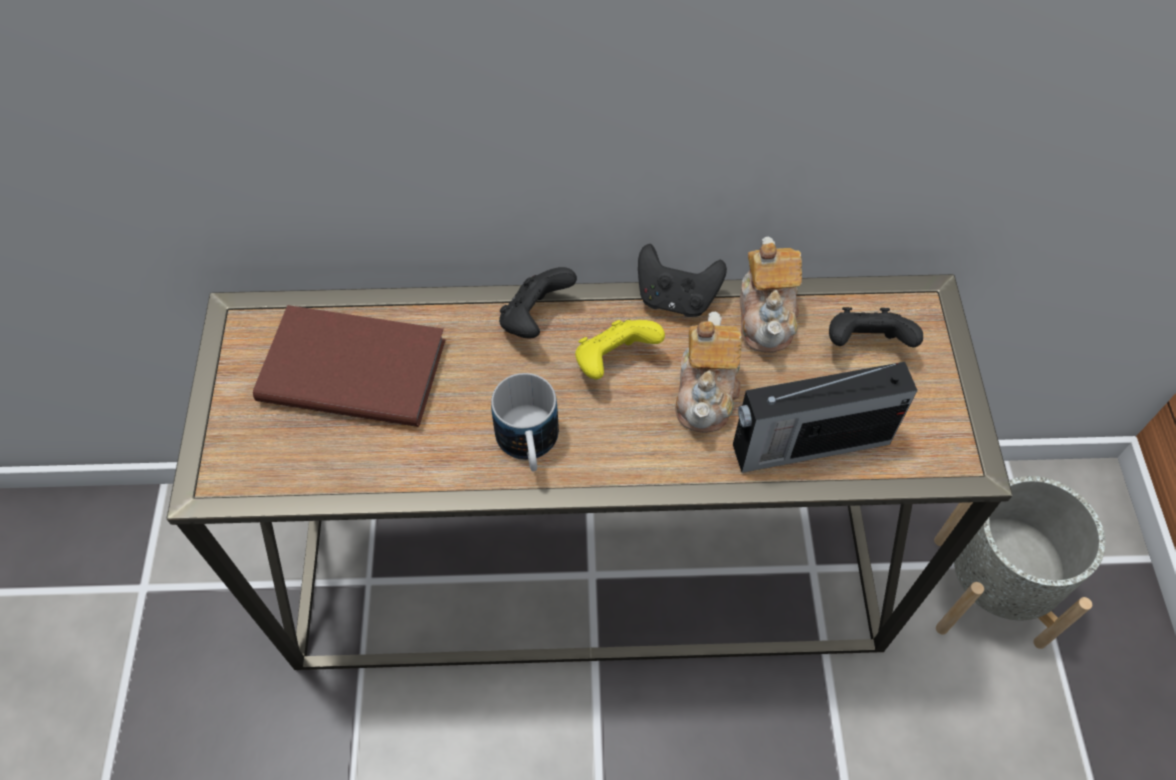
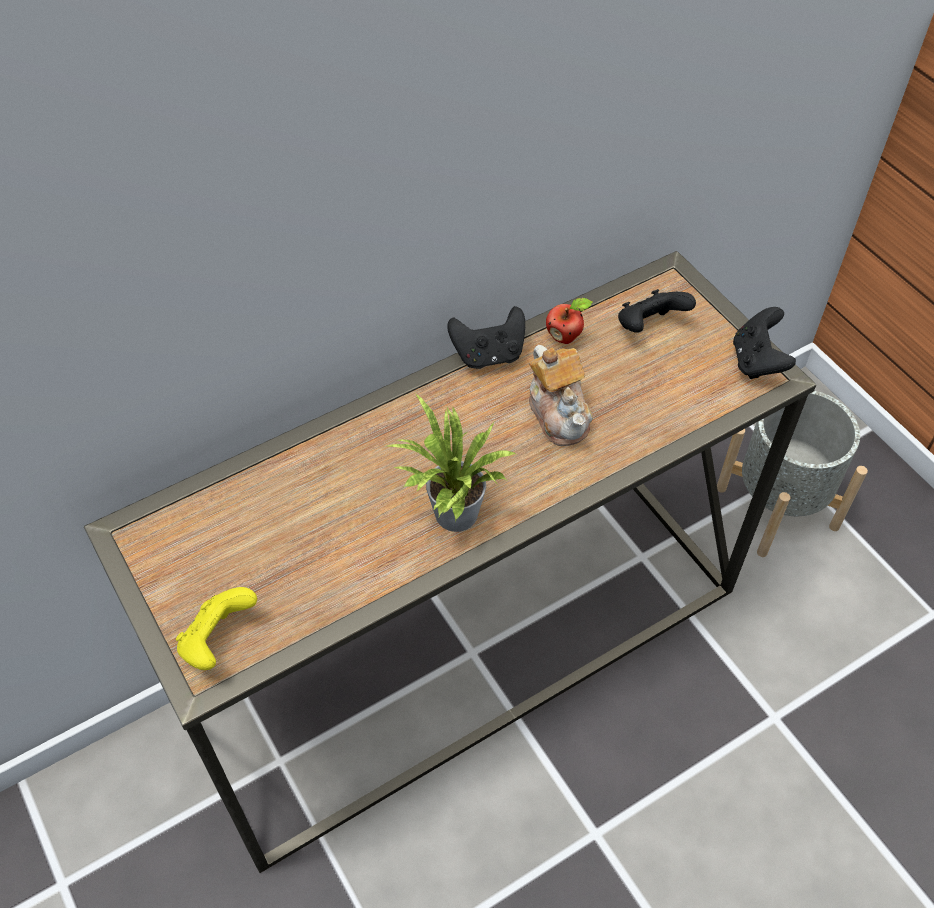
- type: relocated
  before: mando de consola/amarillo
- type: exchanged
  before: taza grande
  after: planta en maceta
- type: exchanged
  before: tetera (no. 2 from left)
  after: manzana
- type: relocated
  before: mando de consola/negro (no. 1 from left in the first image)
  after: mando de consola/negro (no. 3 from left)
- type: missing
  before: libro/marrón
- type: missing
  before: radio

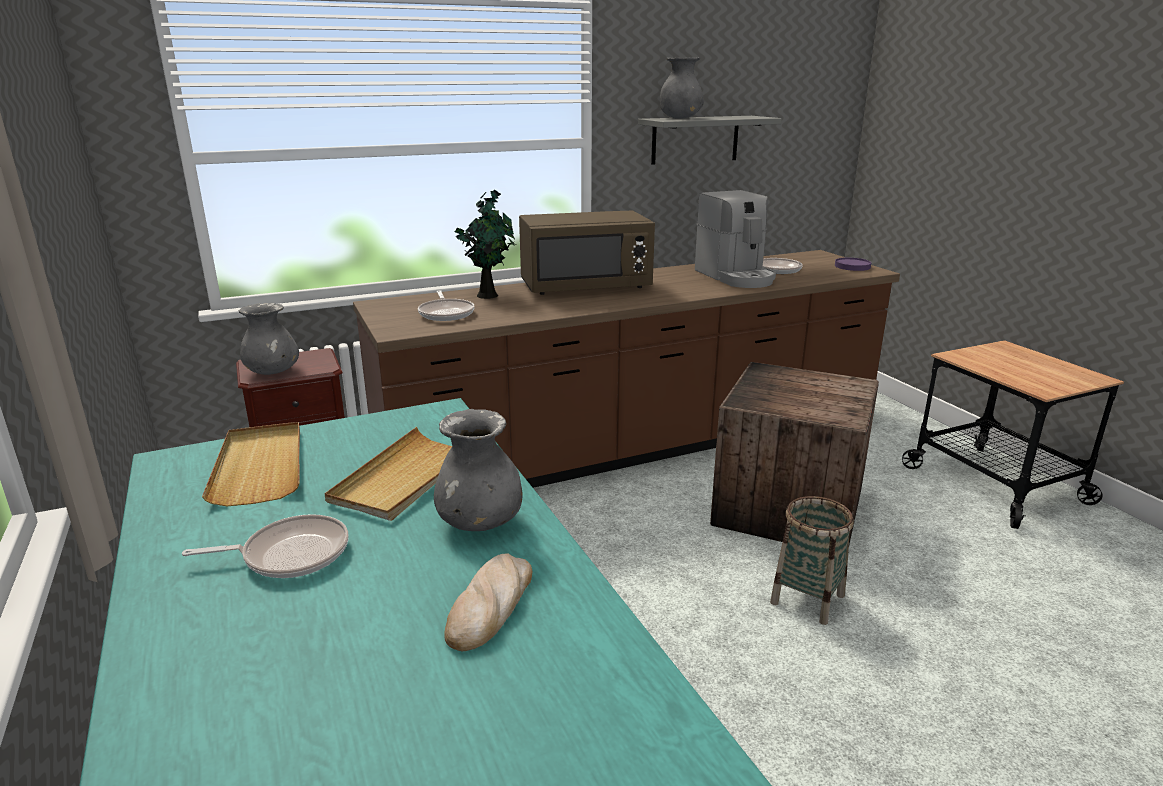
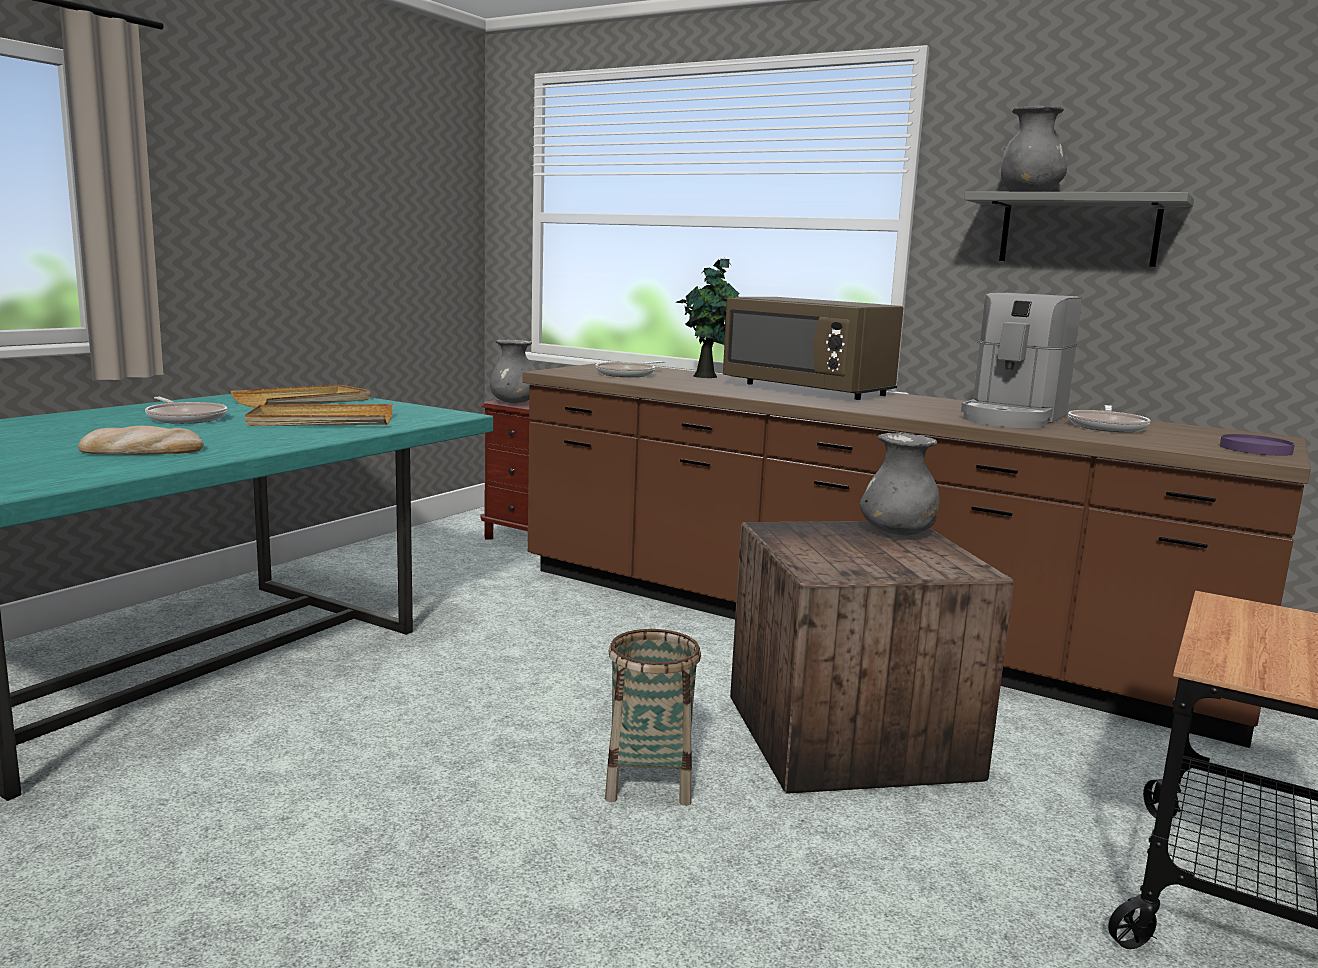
- type: relocated
  before: florero/gris (no. 2 from left)

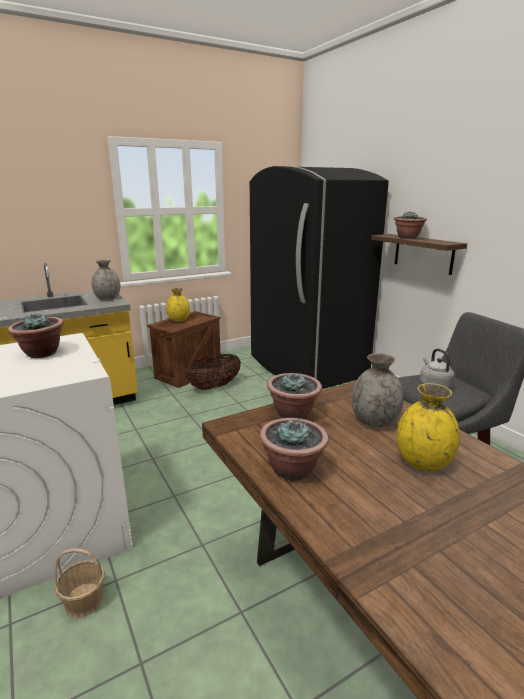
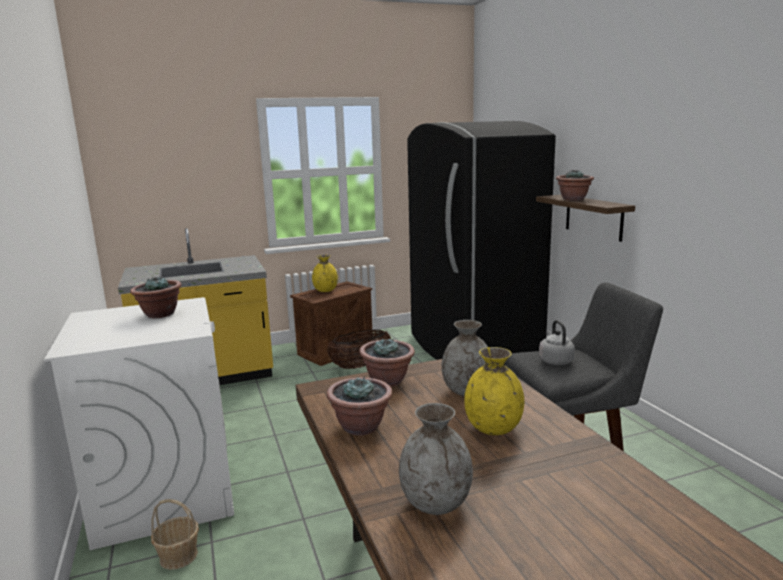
- type: relocated
  before: florero/gris (no. 1 from left)

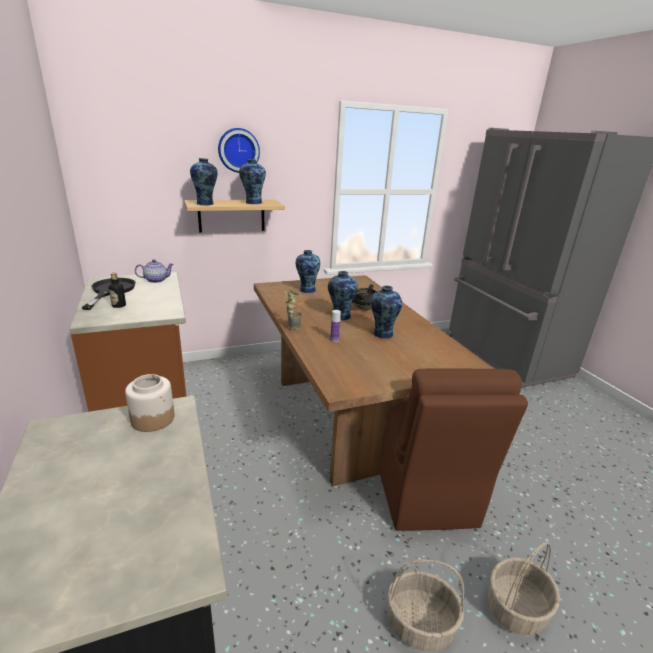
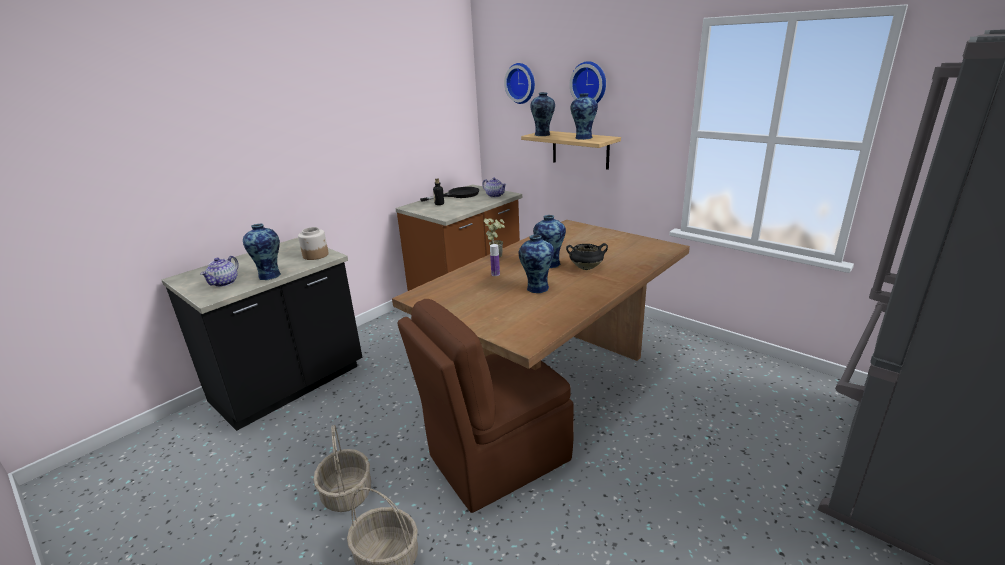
- type: appeared
  after: tetera (no. 1 from left)
- type: relocated
  before: florero (no. 3 from left in the first image)
  after: florero (no. 1 from left)
- type: appeared
  after: reloj de pared (no. 1 from left)

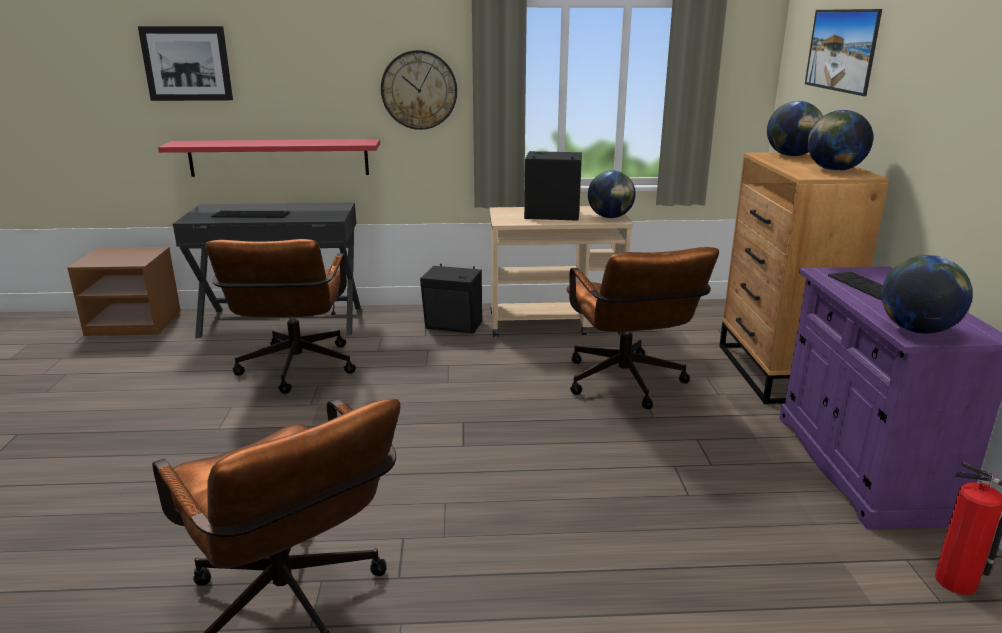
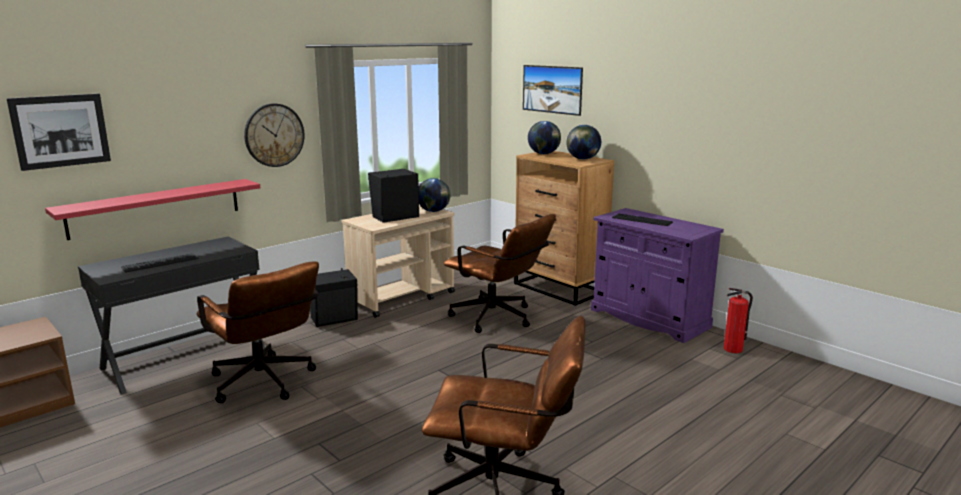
- type: missing
  before: globo terráqueo (no. 4 from left)

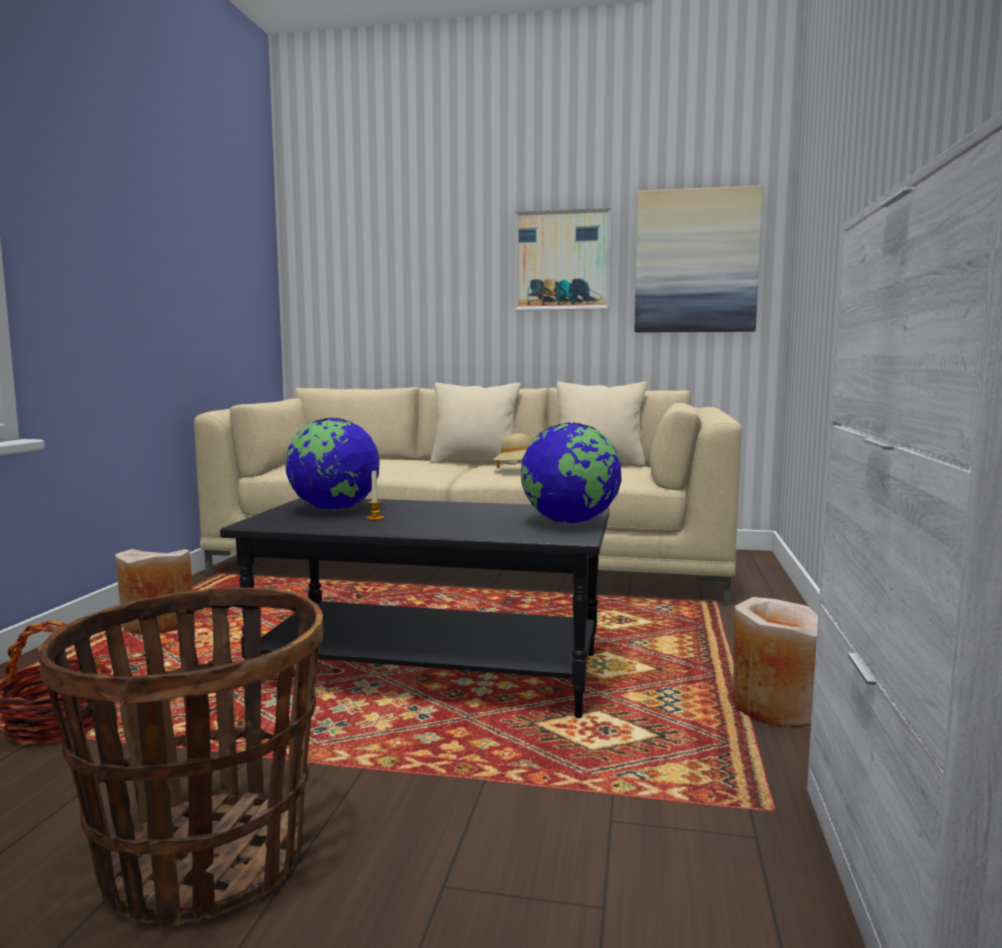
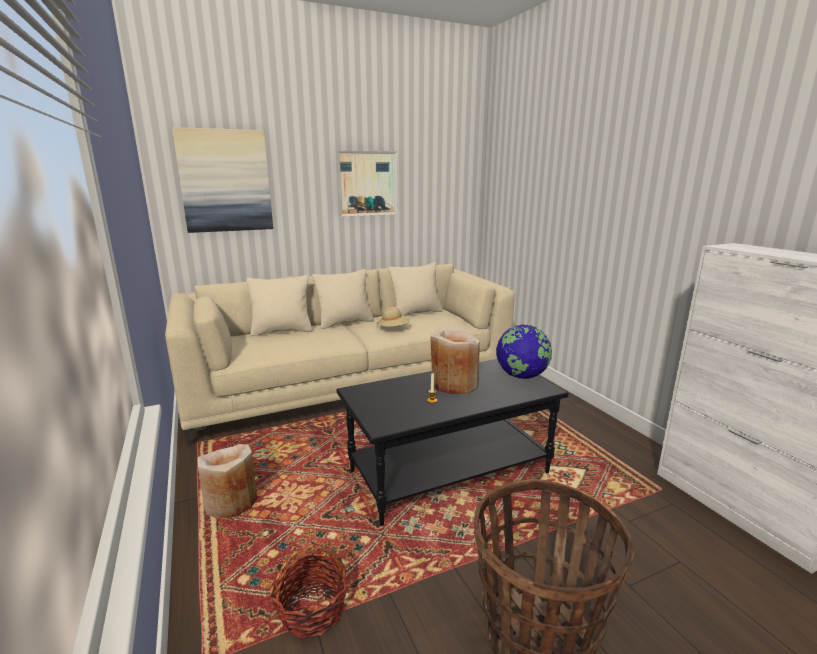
- type: relocated
  before: cuadro (no. 2 from left in the first image)
  after: cuadro (no. 1 from left)
- type: appeared
  after: cojín/beis (no. 1 from left)
- type: relocated
  before: florero/beis (no. 2 from left)
- type: missing
  before: globo terráqueo (no. 1 from left)

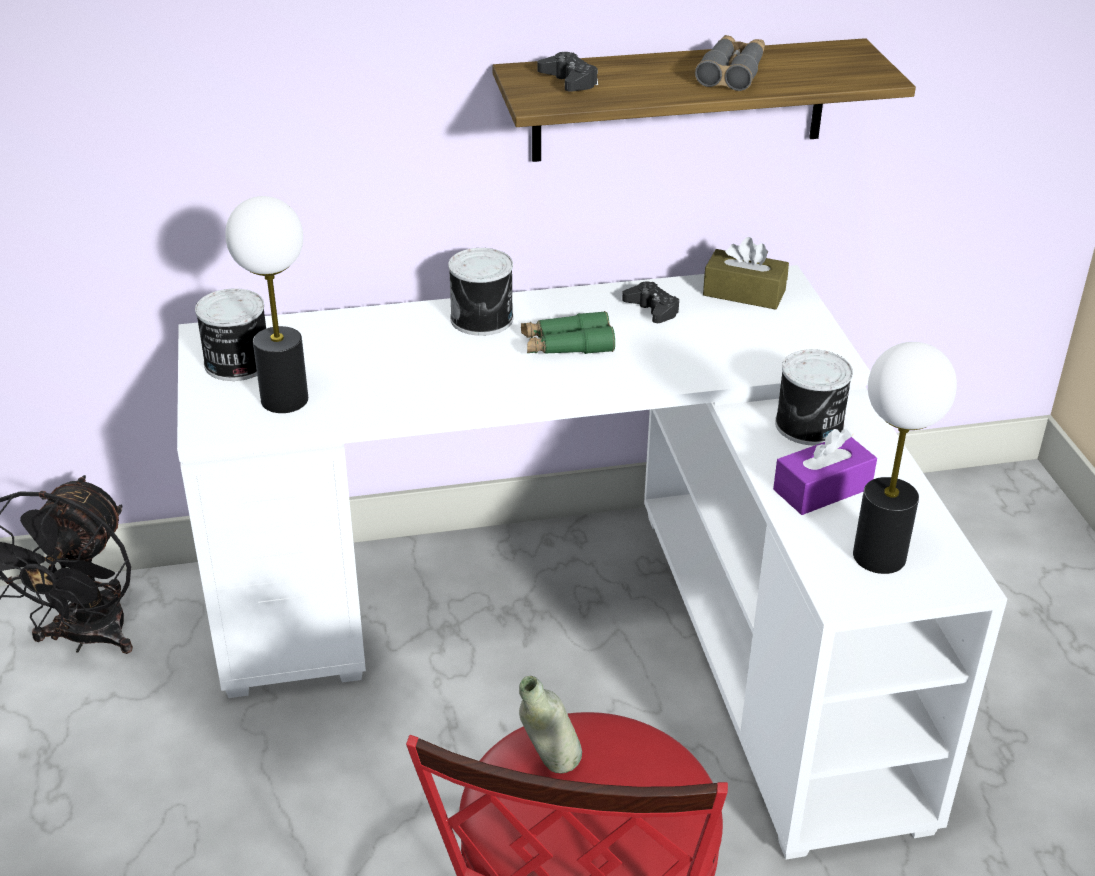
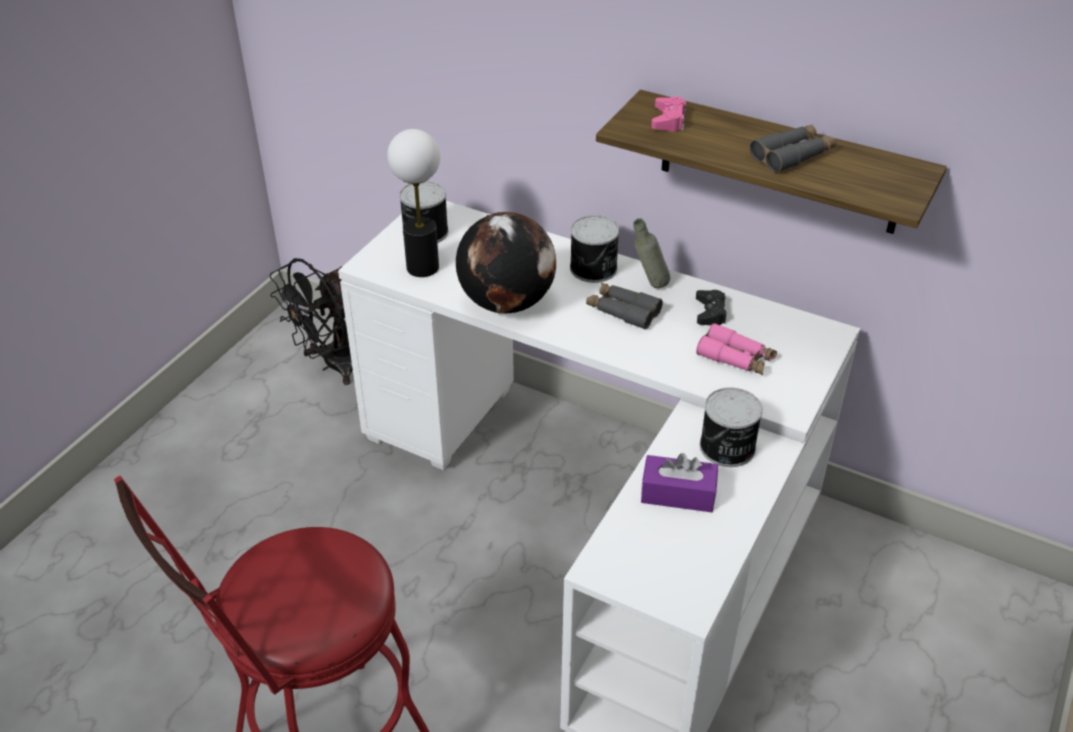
- type: appeared
  after: globo terráqueo
- type: colour
  before: prismáticos/verde
  after: prismáticos/gris (no. 1 from left)
- type: relocated
  before: botella/gris
- type: colour
  before: mando de consola/negro (no. 1 from left)
  after: mando de consola/rosa
- type: appeared
  after: prismáticos/rosa
- type: missing
  before: caja de pañuelos/marrón
- type: missing
  before: lámpara de mesa (no. 2 from left)

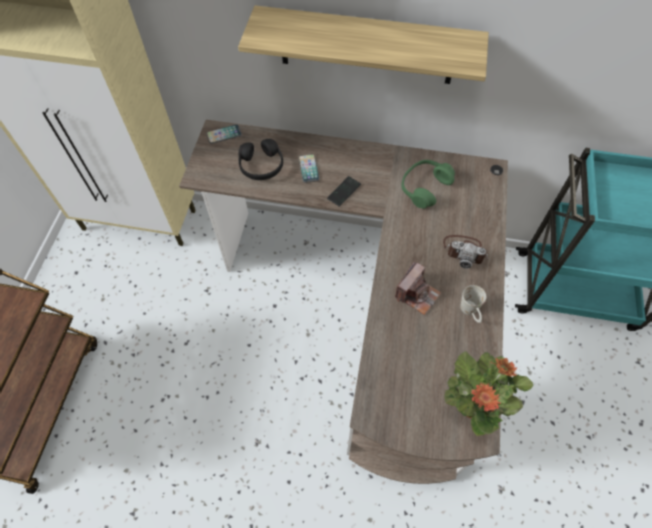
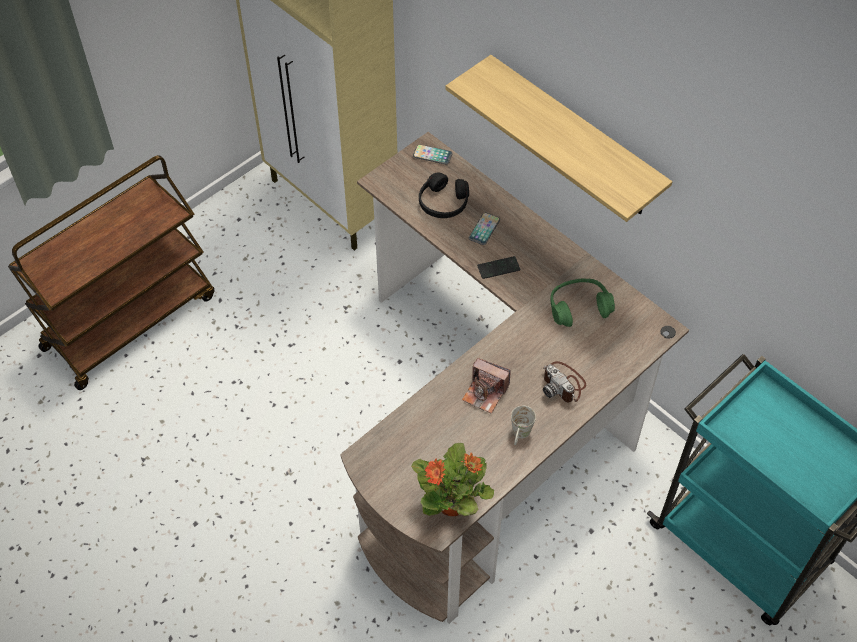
- type: spun
  before: cámara (no. 1 from left)
  turn: 45

